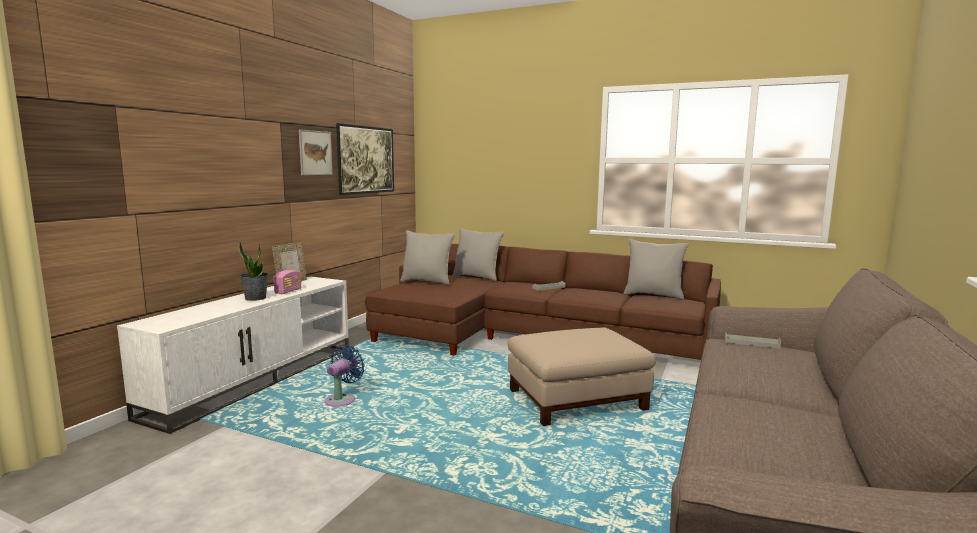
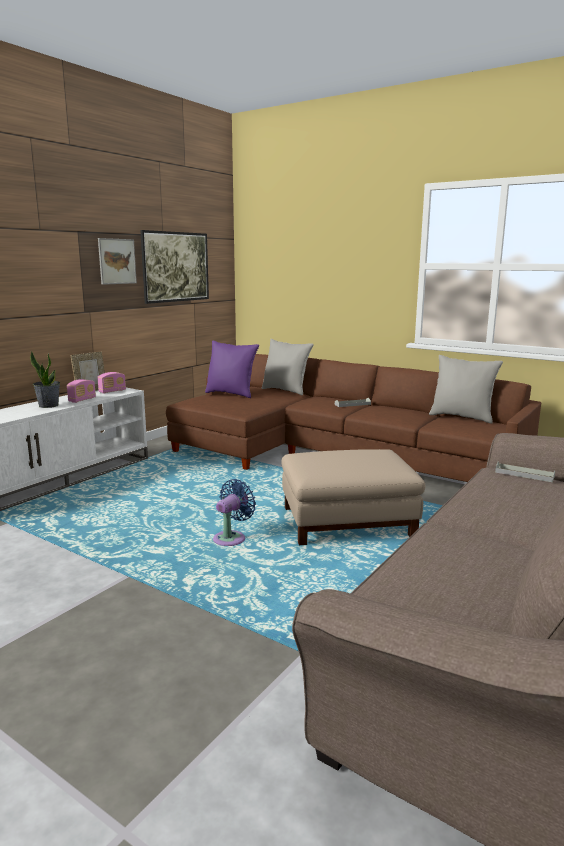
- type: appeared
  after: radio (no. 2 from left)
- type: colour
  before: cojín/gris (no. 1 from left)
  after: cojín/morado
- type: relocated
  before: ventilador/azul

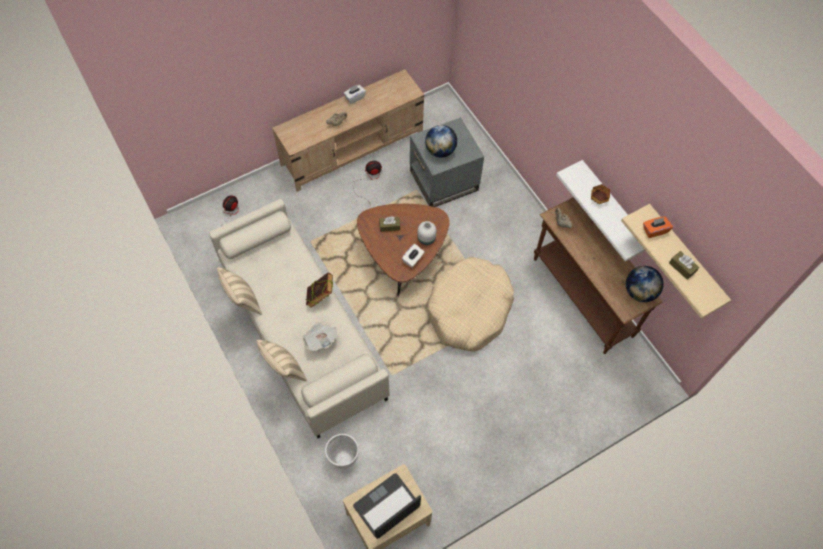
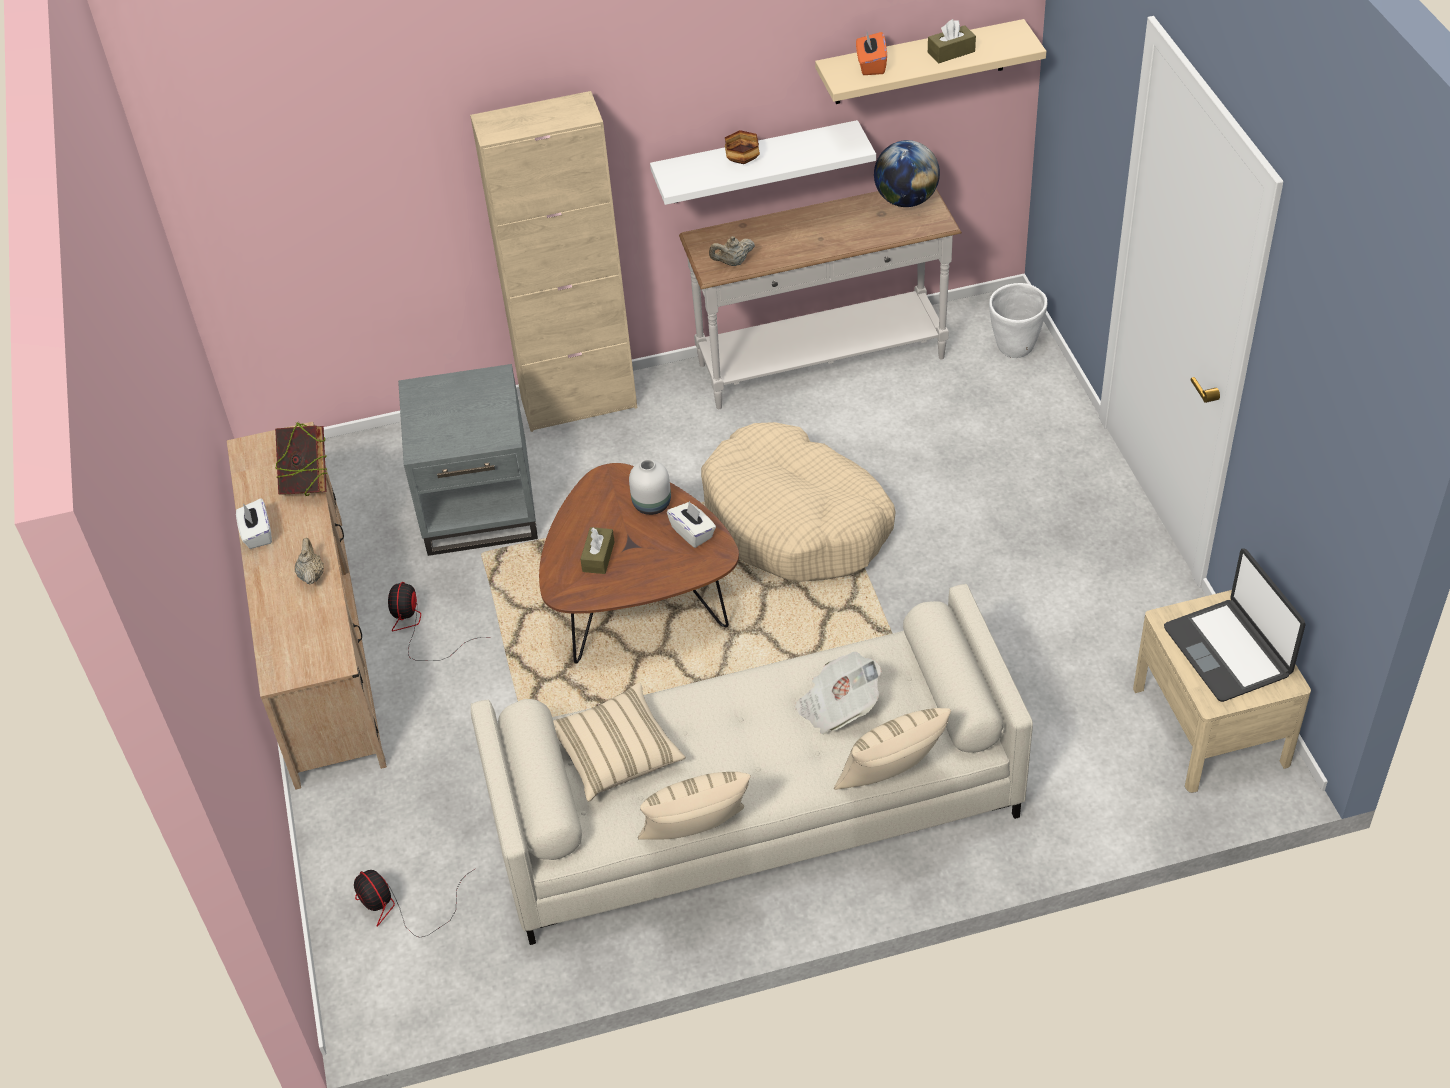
- type: relocated
  before: libro
- type: appeared
  after: armario/beis
- type: appeared
  after: cojín/beis (no. 1 from left)
- type: colour
  before: mesa consola/marrón
  after: mesa consola/blanco
- type: relocated
  before: maceta/blanco
- type: missing
  before: globo terráqueo (no. 1 from left)

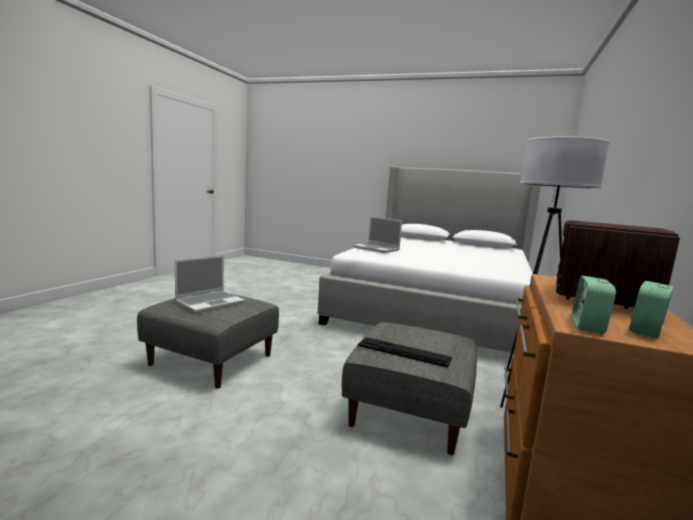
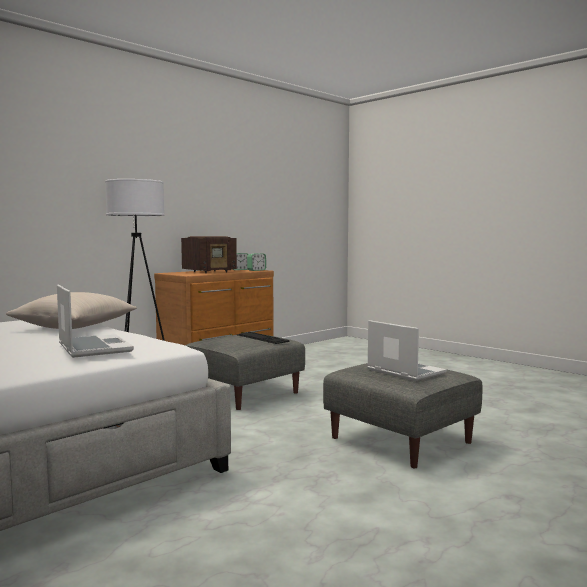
- type: appeared
  after: cojín/beis
- type: spun
  before: portátil (no. 1 from left in the first image)
  turn: 75

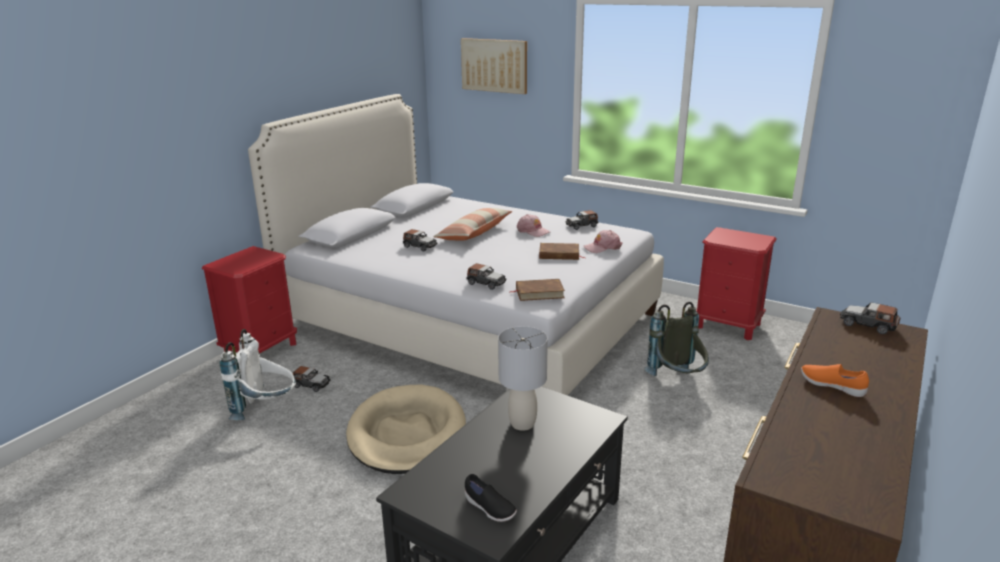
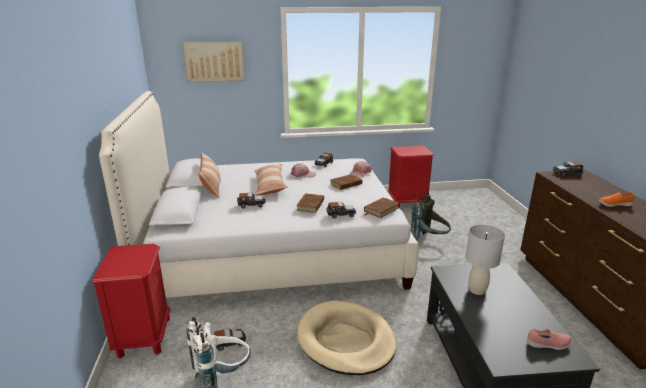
- type: appeared
  after: cojín (no. 1 from left)
- type: appeared
  after: libro/marrón (no. 1 from left)
- type: colour
  before: zapato/negro
  after: zapato/rosa

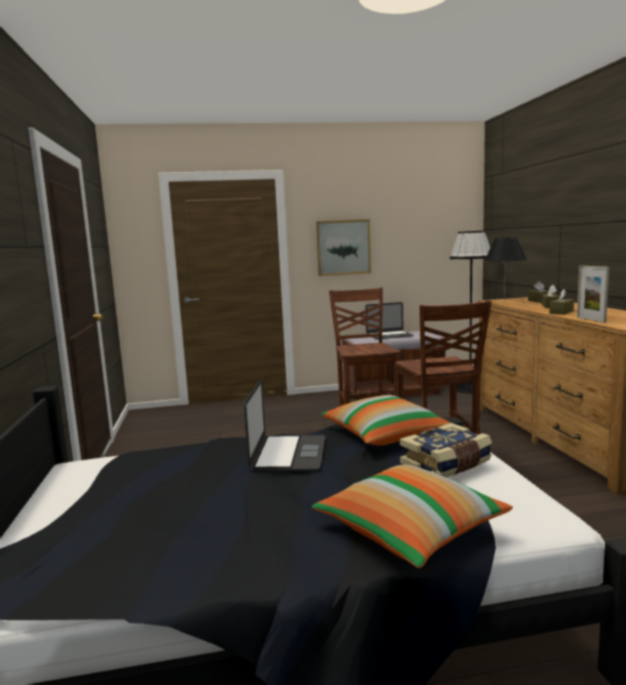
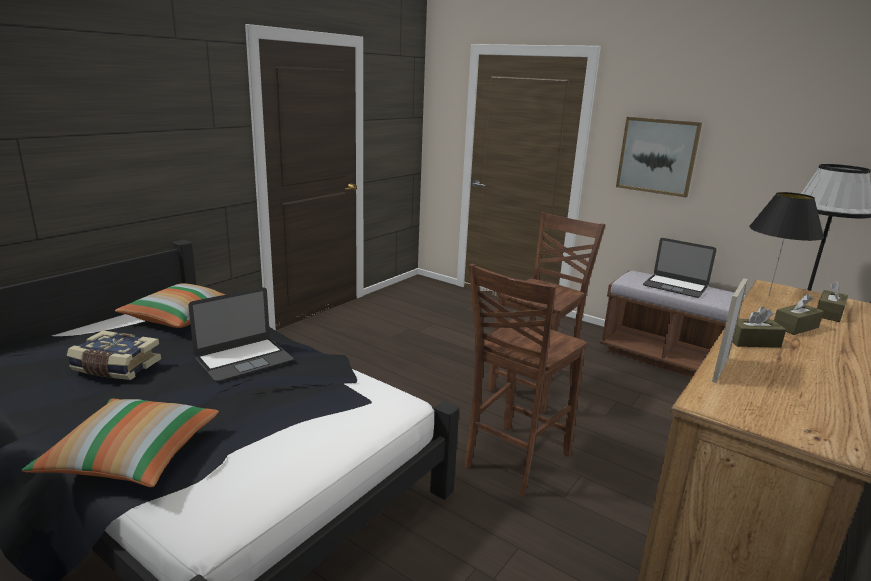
- type: relocated
  before: libro
- type: relocated
  before: cojín (no. 1 from left in the first image)
  after: cojín (no. 2 from left)

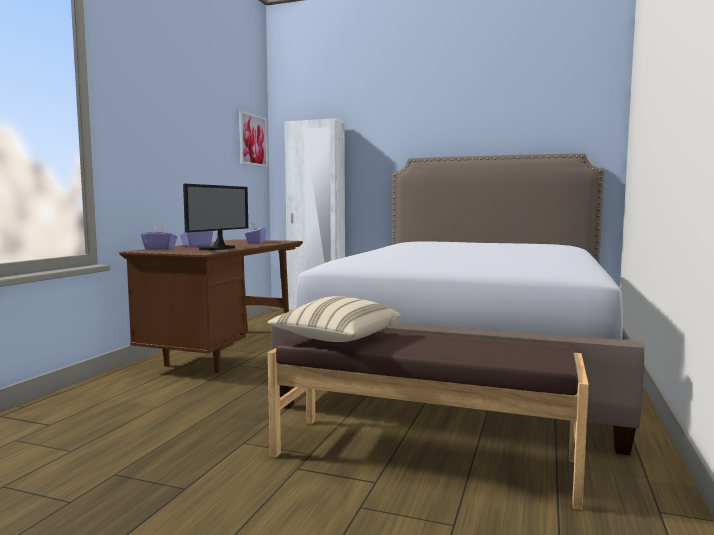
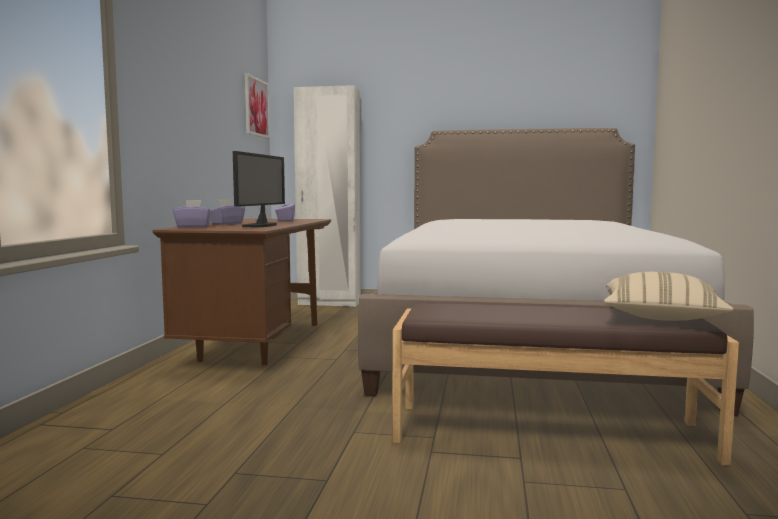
- type: relocated
  before: cojín/beis

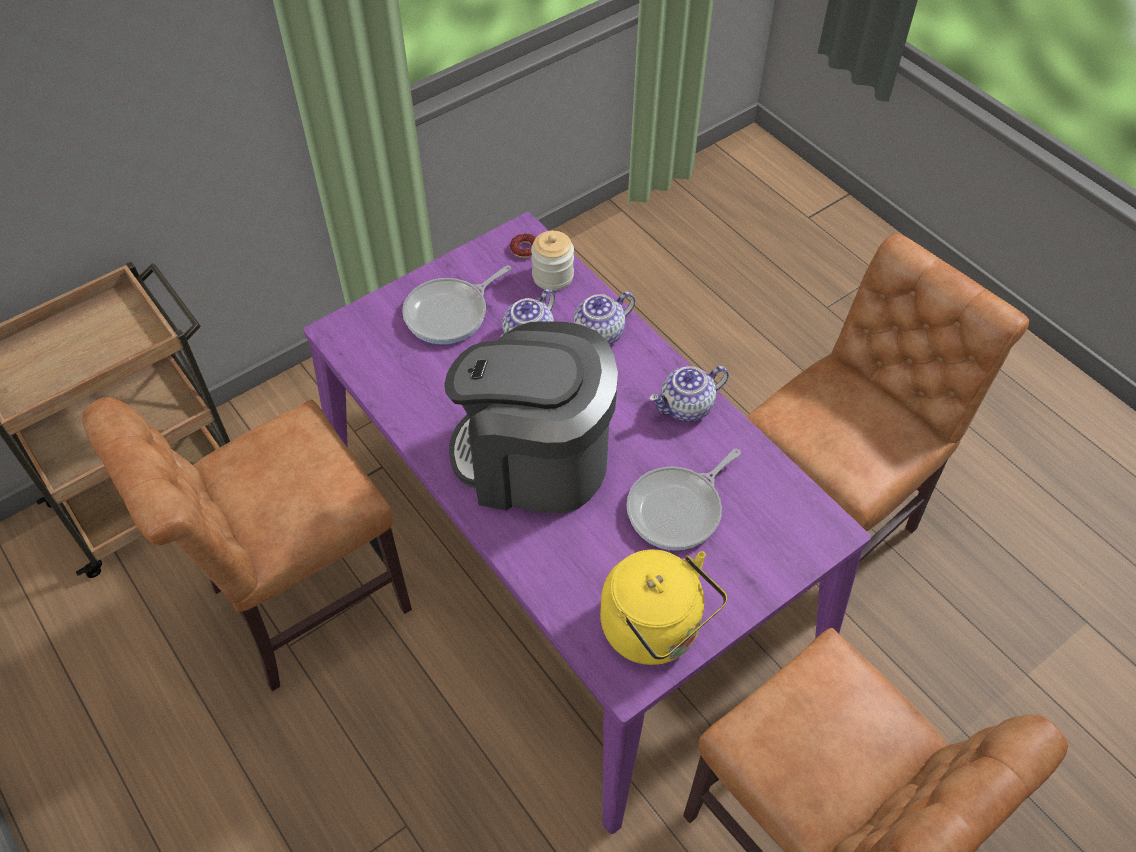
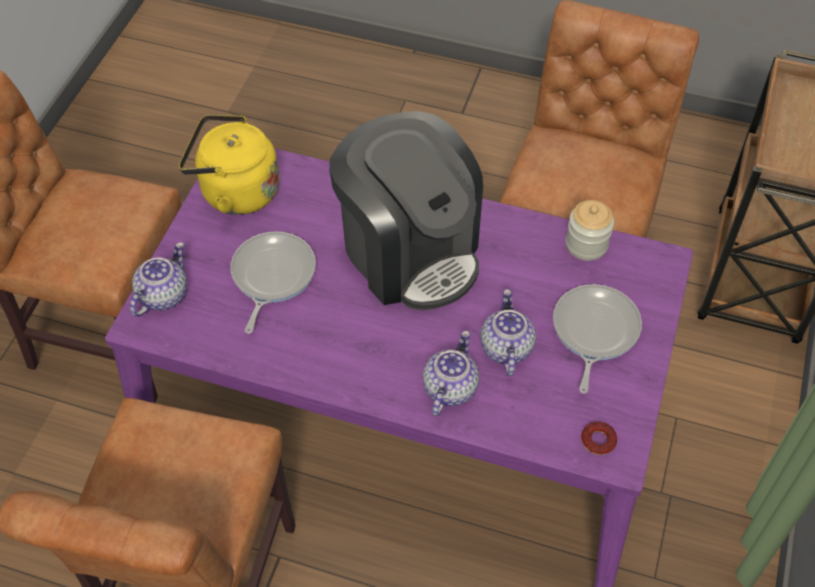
- type: relocated
  before: tetera (no. 3 from left in the first image)
  after: tetera (no. 1 from left)
- type: spun
  before: cafetera
  turn: 75
- type: relocated
  before: tarro

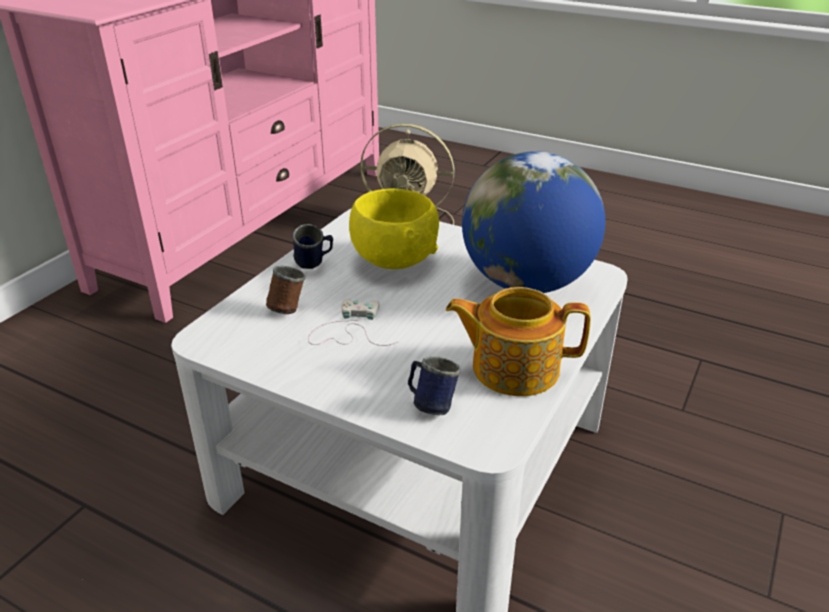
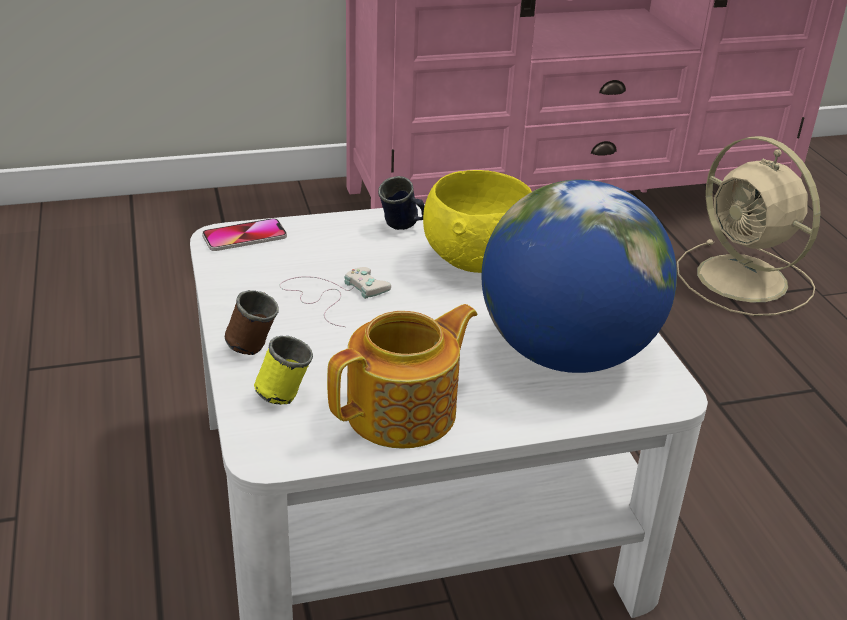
- type: appeared
  after: móvil
- type: relocated
  before: taza grande/marrón
- type: colour
  before: taza grande/azul (no. 2 from left)
  after: taza grande/amarillo
- type: spun
  before: tetera
  turn: 90

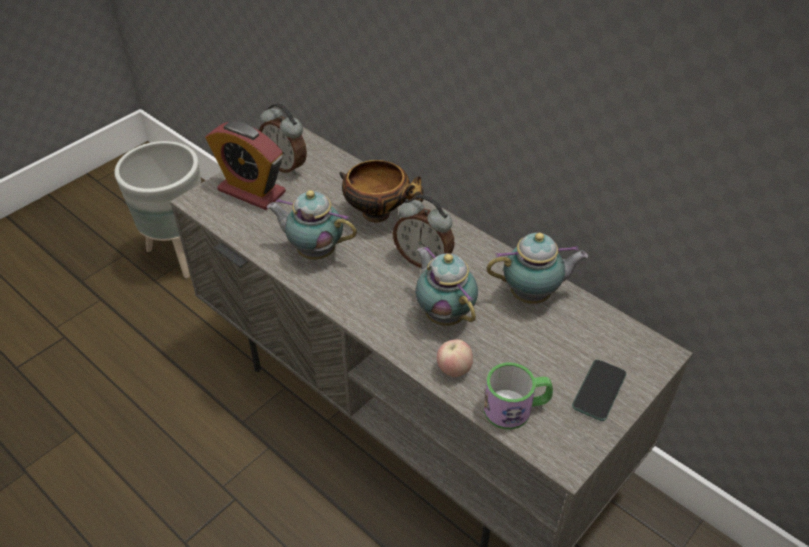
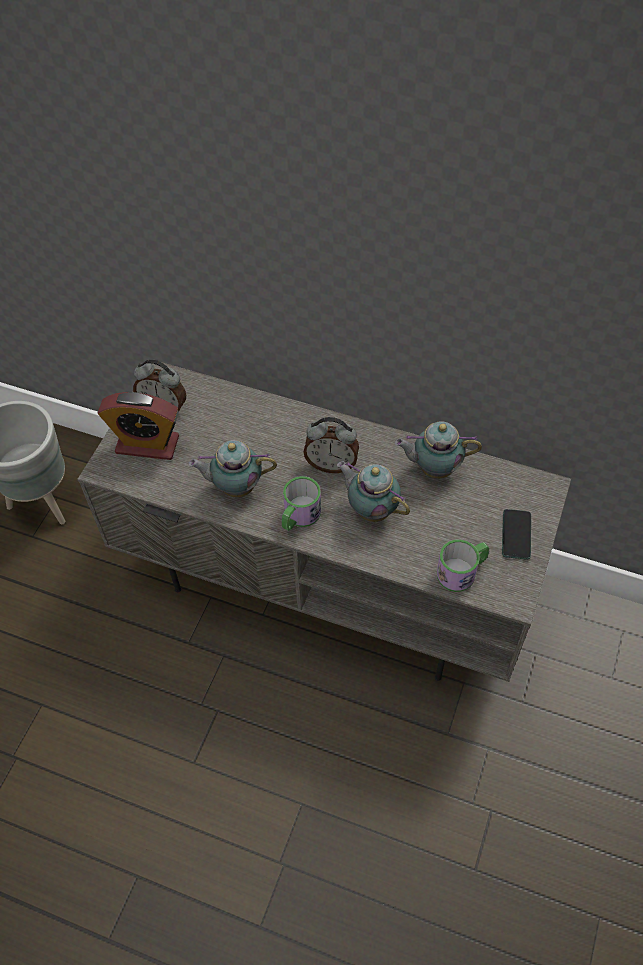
- type: appeared
  after: taza grande (no. 1 from left)
- type: spun
  before: tetera (no. 3 from left)
  turn: -150
- type: missing
  before: cuenco
- type: missing
  before: manzana

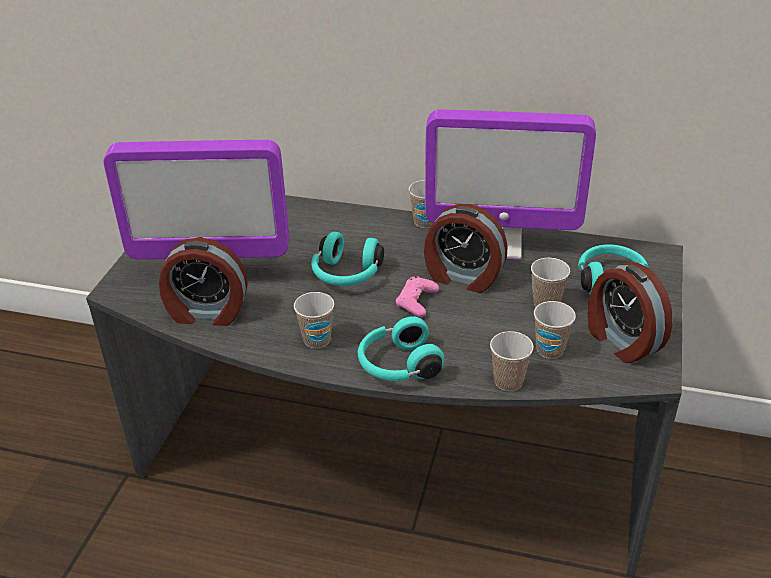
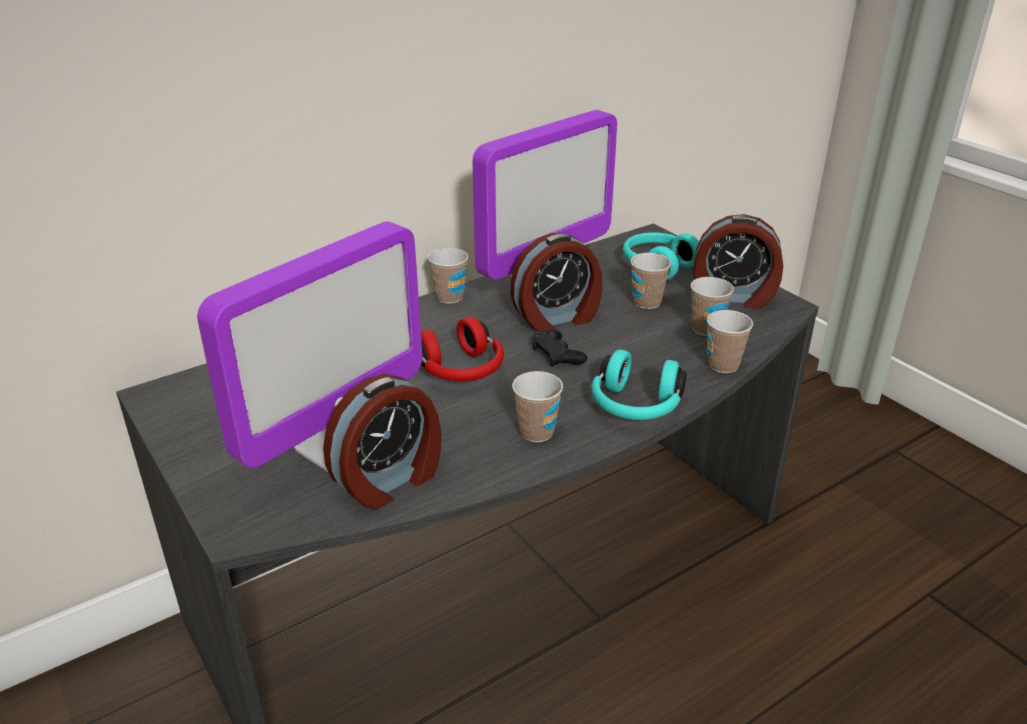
- type: colour
  before: auriculares/turquesa (no. 1 from left)
  after: auriculares/rojo
- type: colour
  before: mando de consola/rosa
  after: mando de consola/negro

